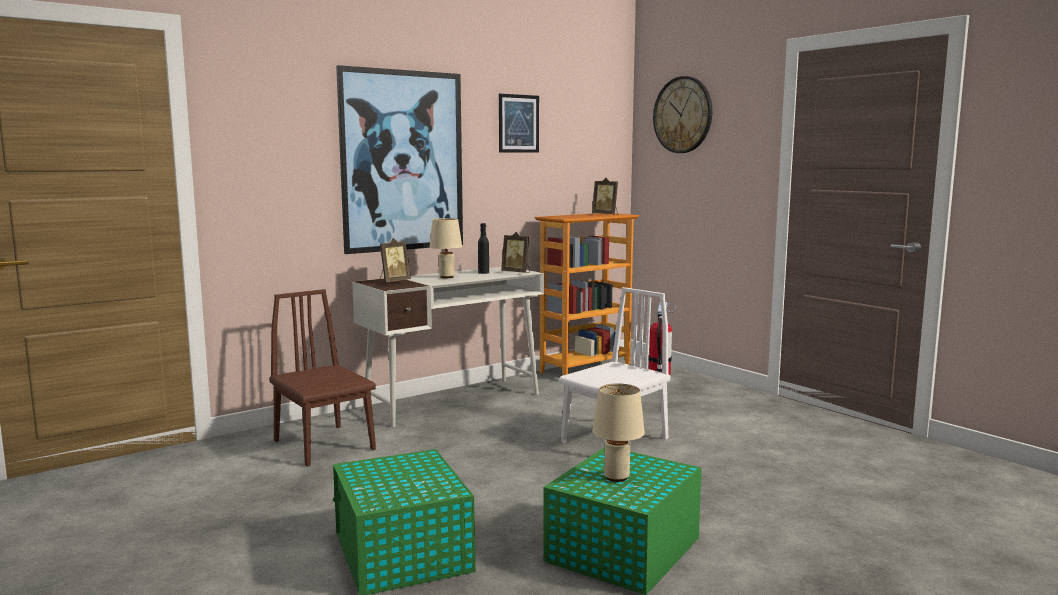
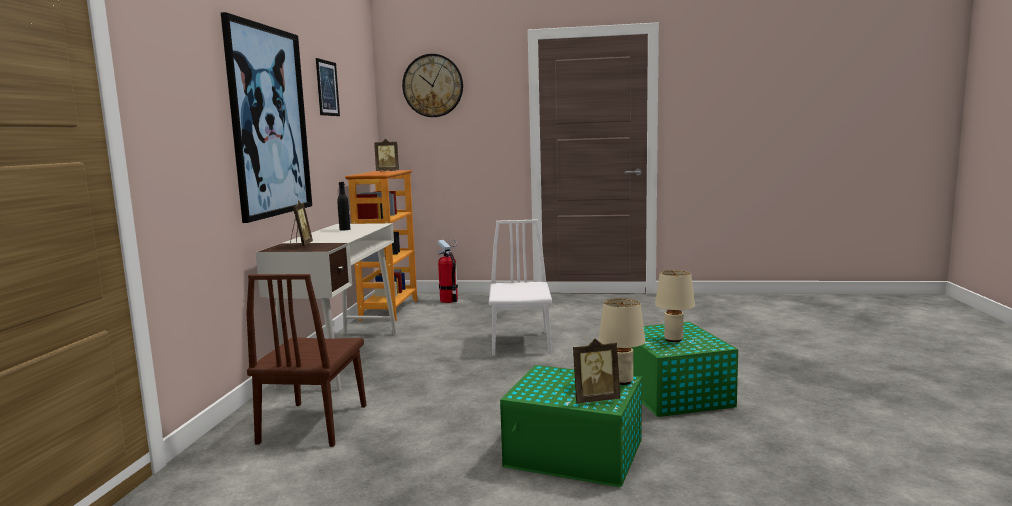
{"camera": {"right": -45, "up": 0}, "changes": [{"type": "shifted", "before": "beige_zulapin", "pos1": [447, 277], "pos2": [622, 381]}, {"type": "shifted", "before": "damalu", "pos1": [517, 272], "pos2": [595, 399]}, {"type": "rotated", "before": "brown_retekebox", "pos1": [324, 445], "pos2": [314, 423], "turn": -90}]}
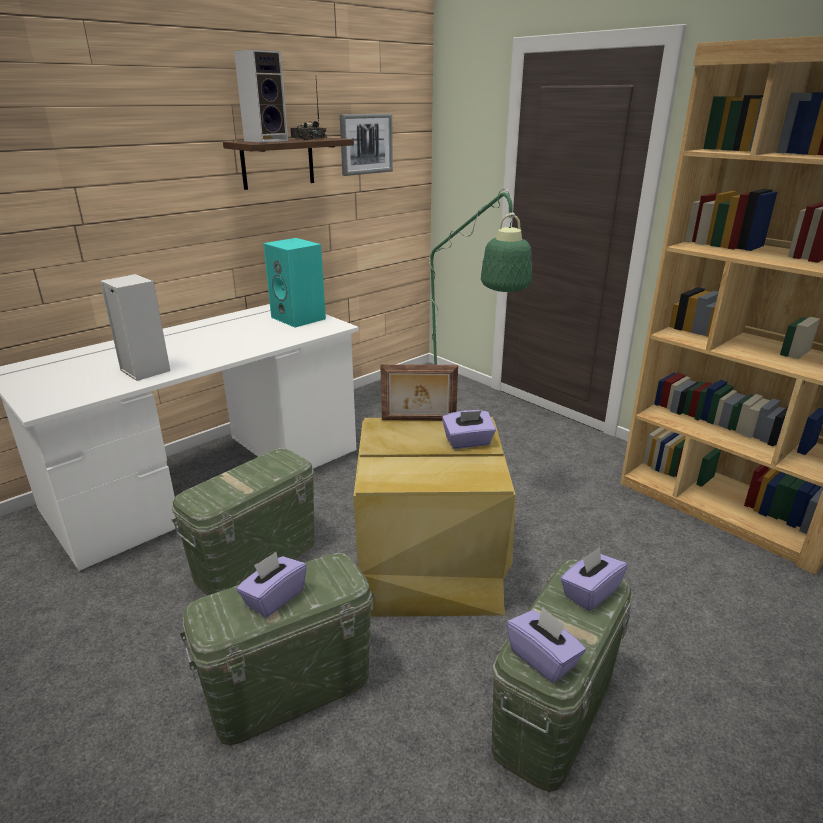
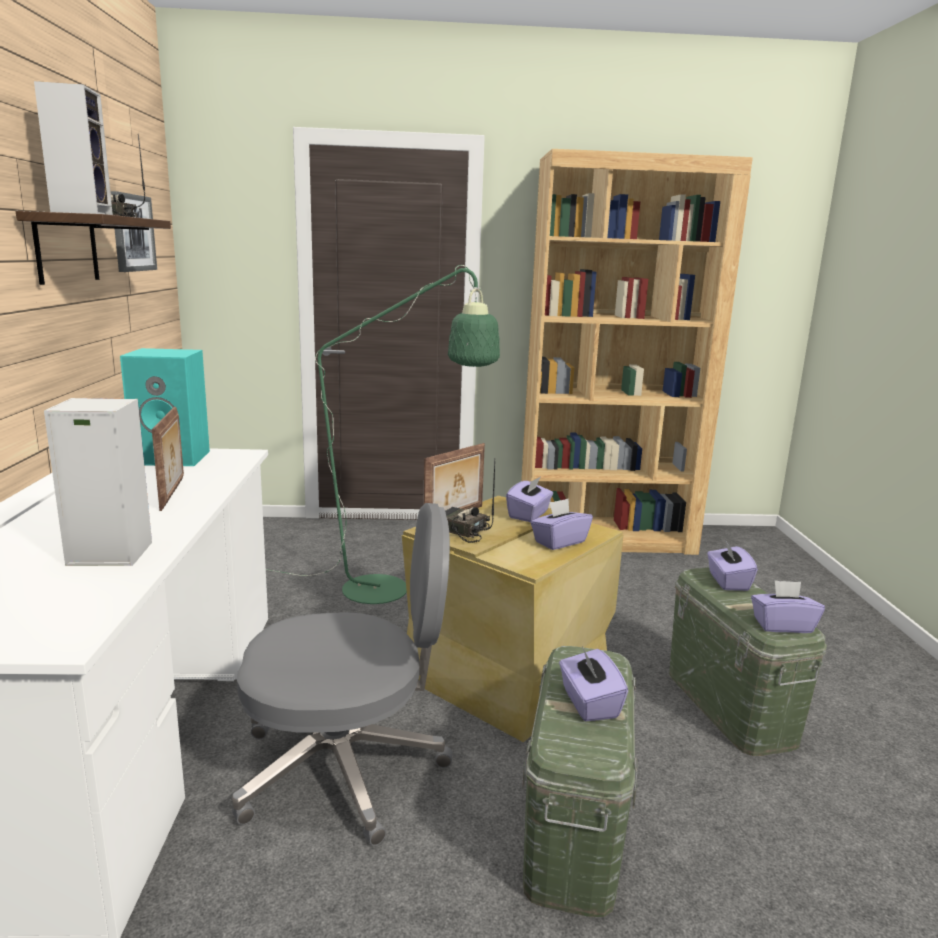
{"camera": {"right": -50, "up": -10}, "changes": [{"type": "new", "after": "damalu", "pos2": [173, 494]}, {"type": "new", "after": "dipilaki", "pos2": [461, 531]}, {"type": "new", "after": "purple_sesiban", "pos2": [559, 542]}, {"type": "swapped", "before": "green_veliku", "after": "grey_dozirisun", "pos1": [256, 560], "pos2": [345, 768]}]}
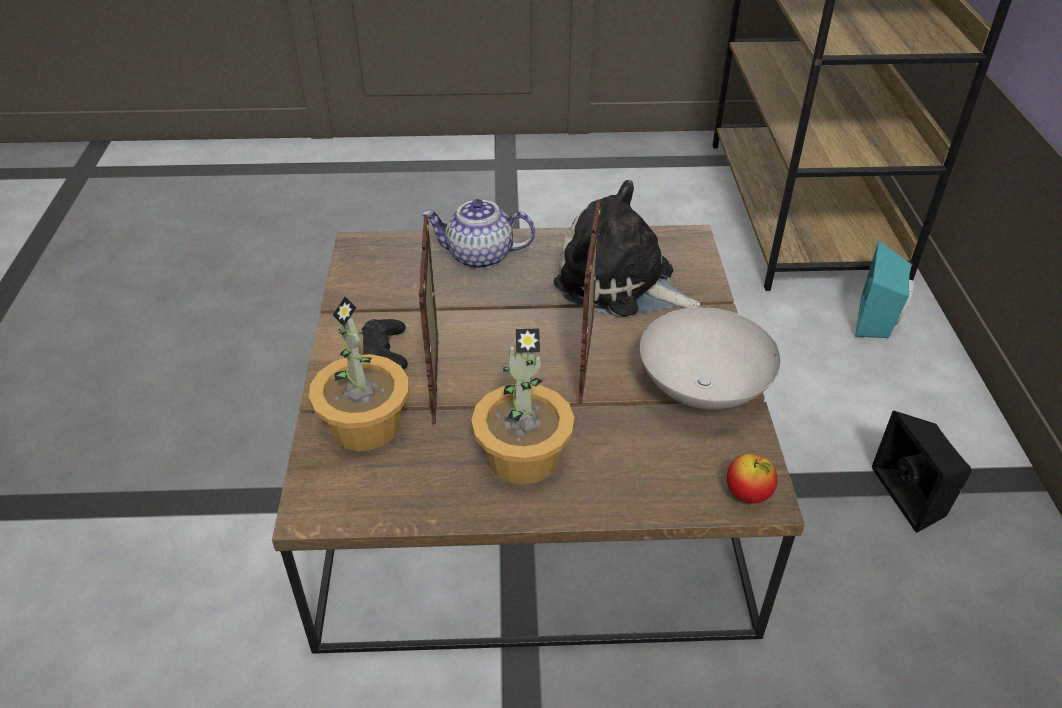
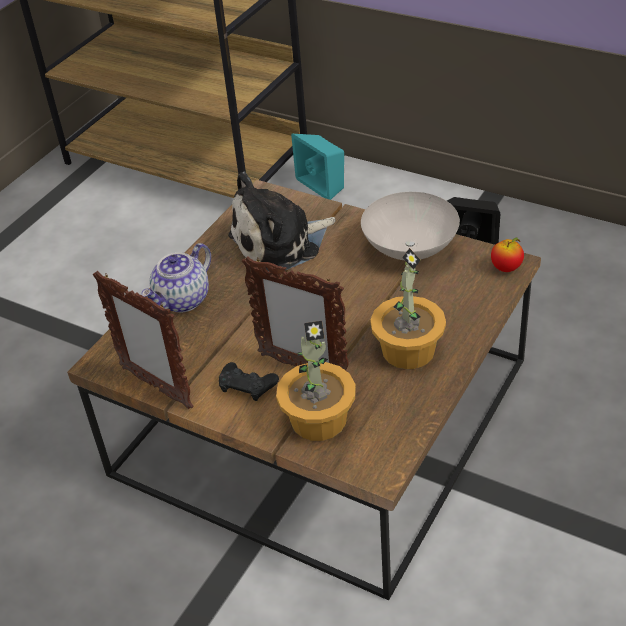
{"camera": {"right": -55, "up": 0}, "changes": [{"type": "shifted", "before": "damalu", "pos1": [587, 363], "pos2": [156, 387]}]}
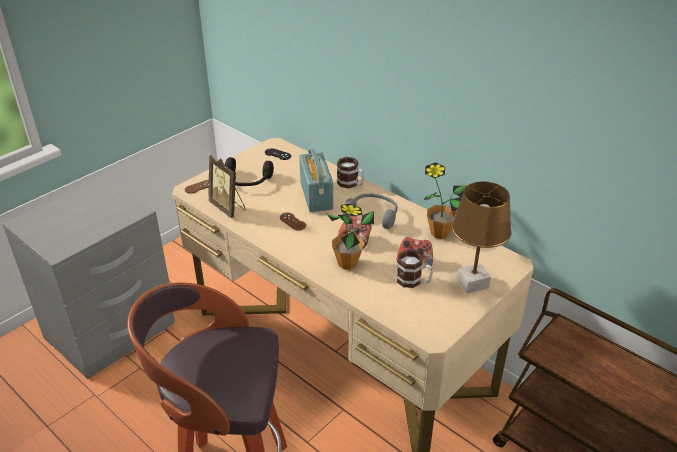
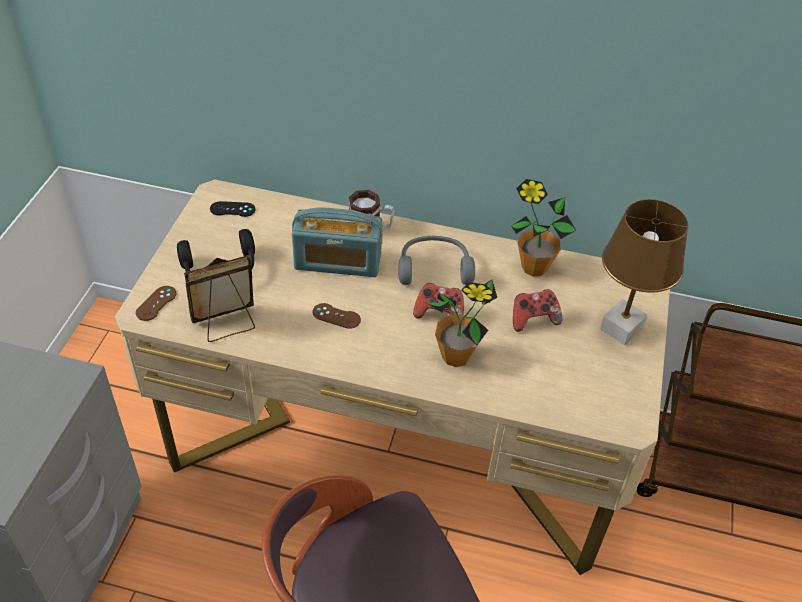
{"camera": {"right": -30, "up": 10}, "changes": [{"type": "gone", "before": "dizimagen", "pos1": [414, 281]}, {"type": "rotated", "before": "damalu", "pos1": [228, 207], "pos2": [227, 324], "turn": 135}, {"type": "rotated", "before": "dipilaki", "pos1": [316, 195], "pos2": [338, 262], "turn": 135}]}
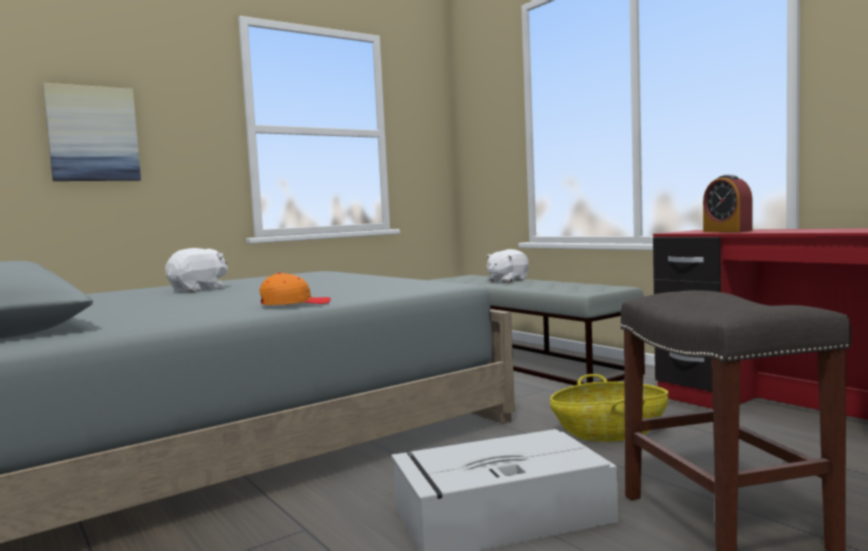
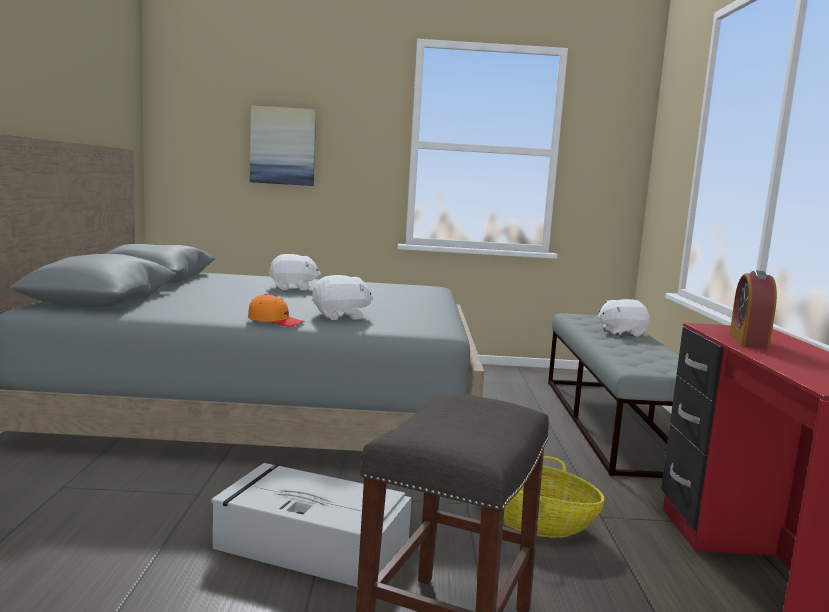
{"camera": {"right": 35, "up": 5}, "changes": [{"type": "new", "after": "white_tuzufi", "pos2": [340, 317]}]}
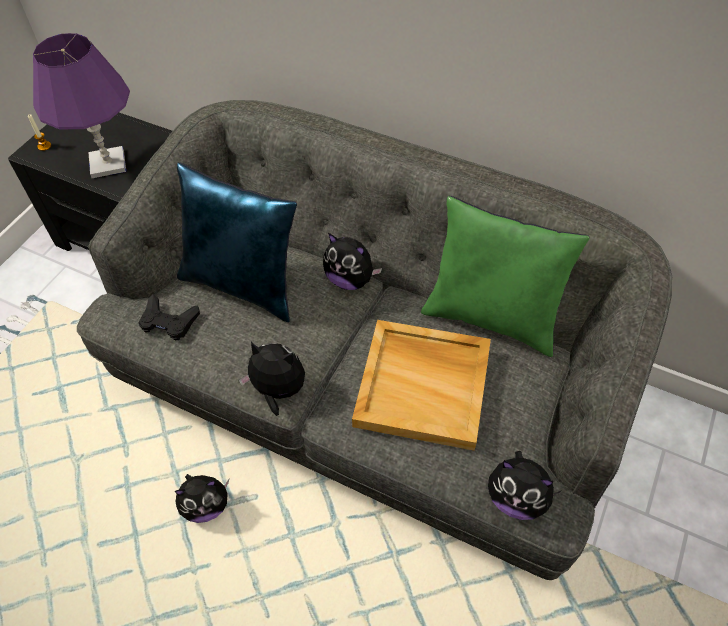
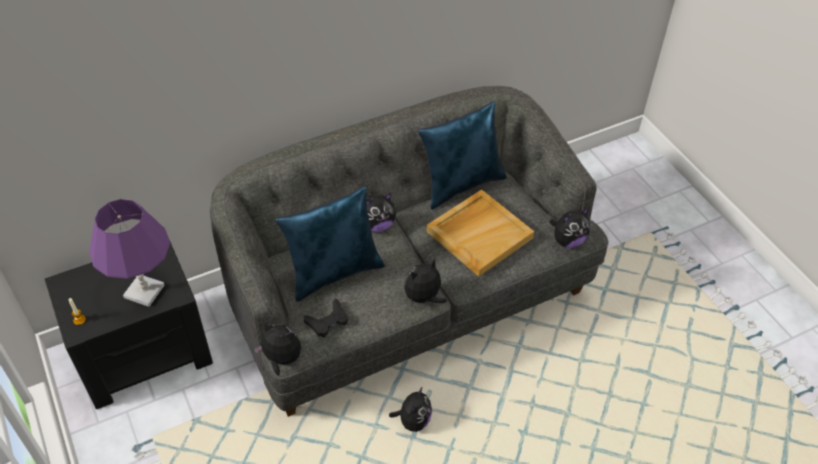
{"camera": {"right": -55, "up": -5}, "changes": [{"type": "new", "after": "tuzufi", "pos2": [281, 359]}, {"type": "repainted", "before": "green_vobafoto", "after": "blue_vobafoto", "pos1": [492, 317], "pos2": [461, 184]}]}
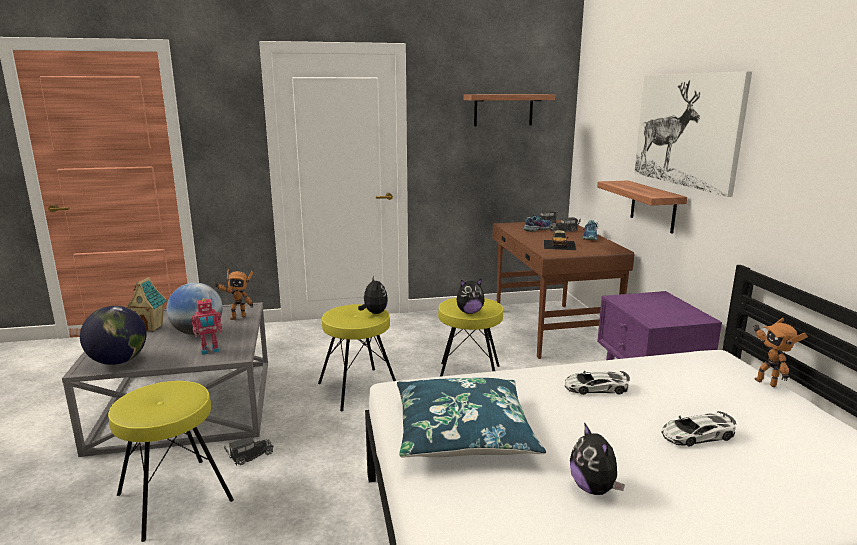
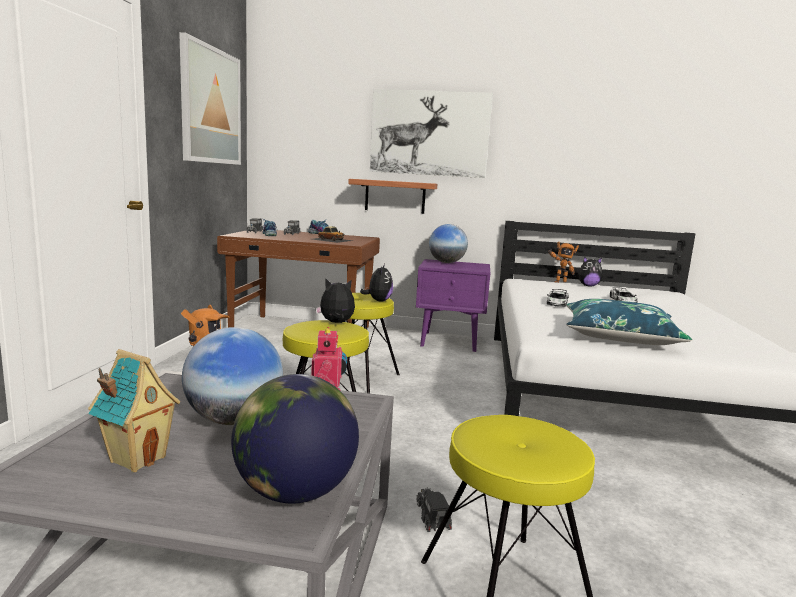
{"camera": {"right": -70, "up": -5}, "changes": [{"type": "new", "after": "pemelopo", "pos2": [446, 262]}, {"type": "shifted", "before": "tuzufi", "pos1": [594, 488], "pos2": [588, 286]}, {"type": "swapped", "before": "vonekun", "after": "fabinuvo", "pos1": [503, 110], "pos2": [211, 106]}]}
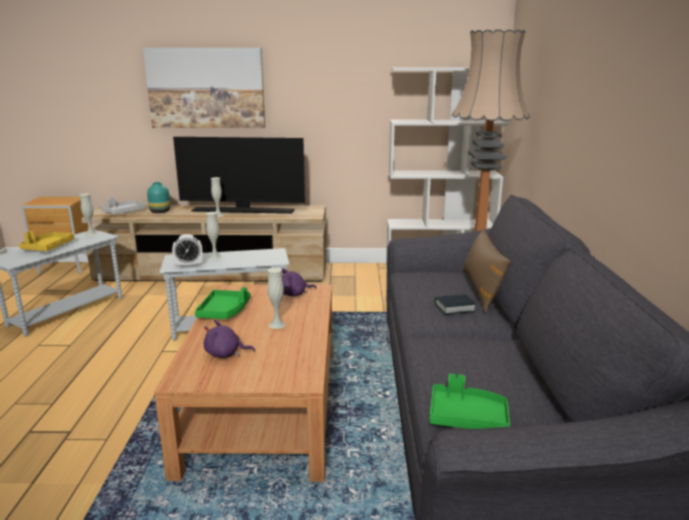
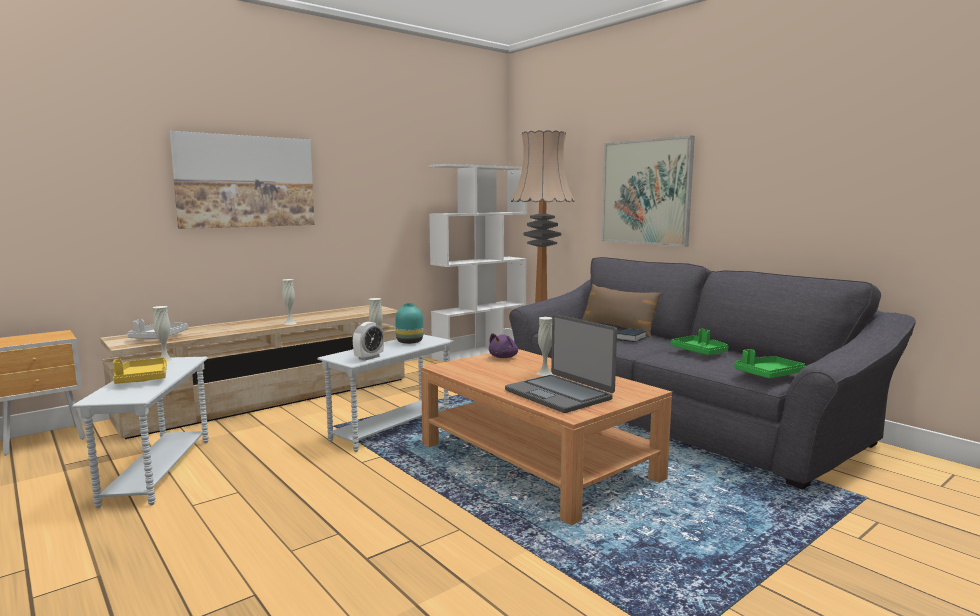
{"camera": {"right": -40, "up": -10}, "changes": [{"type": "gone", "before": "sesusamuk", "pos1": [244, 211]}, {"type": "new", "after": "fabinuvo", "pos2": [646, 192]}, {"type": "shifted", "before": "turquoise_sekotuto", "pos1": [160, 212], "pos2": [410, 342]}, {"type": "shifted", "before": "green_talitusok", "pos1": [224, 311], "pos2": [700, 352]}, {"type": "swapped", "before": "purple_tuzufi", "after": "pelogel", "pos1": [225, 354], "pos2": [559, 394]}]}
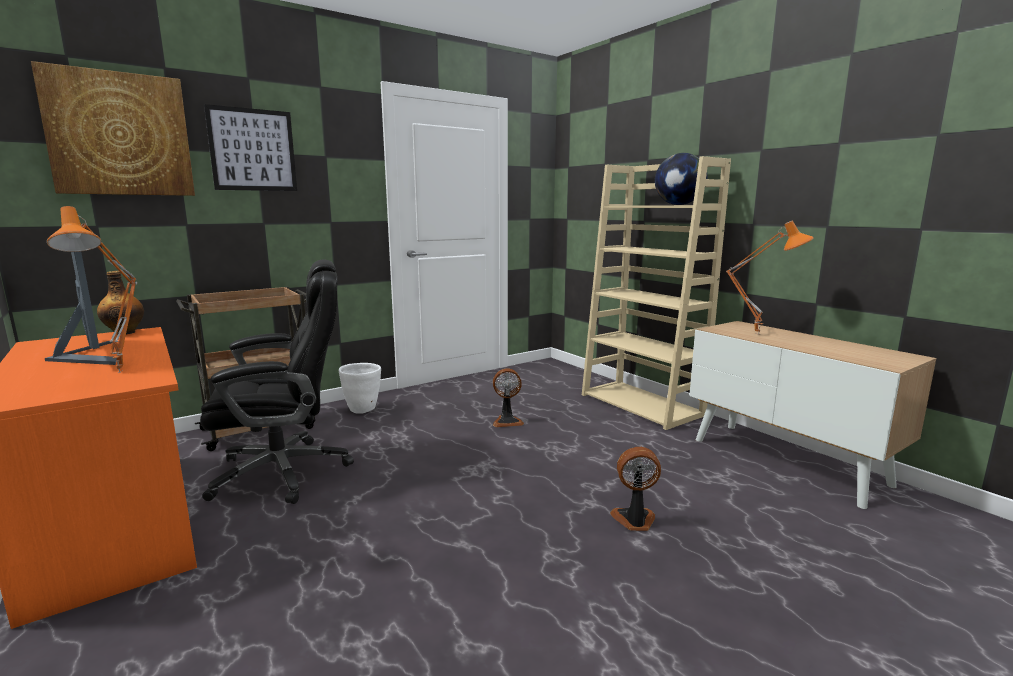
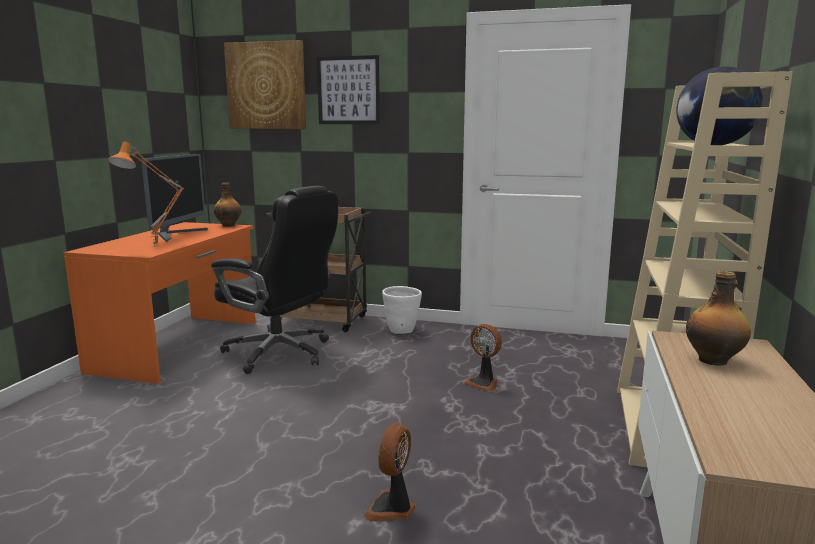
{"camera": {"right": 50, "up": 0}, "changes": [{"type": "swapped", "before": "orange_zulapin", "after": "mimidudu", "pos1": [758, 334], "pos2": [714, 360]}, {"type": "rotated", "before": "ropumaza", "pos1": [634, 520], "pos2": [392, 508], "turn": -120}]}
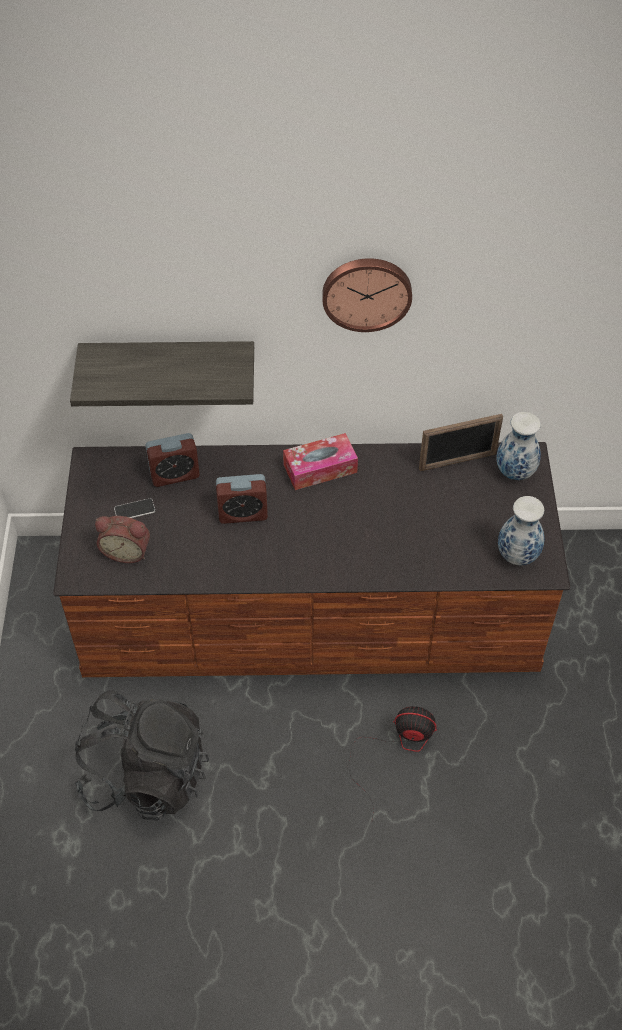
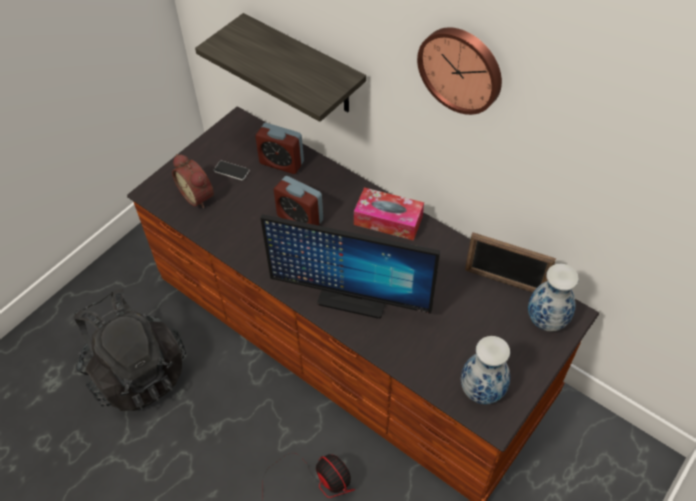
{"camera": {"right": 40, "up": 0}, "changes": [{"type": "new", "after": "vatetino", "pos2": [352, 297]}]}
